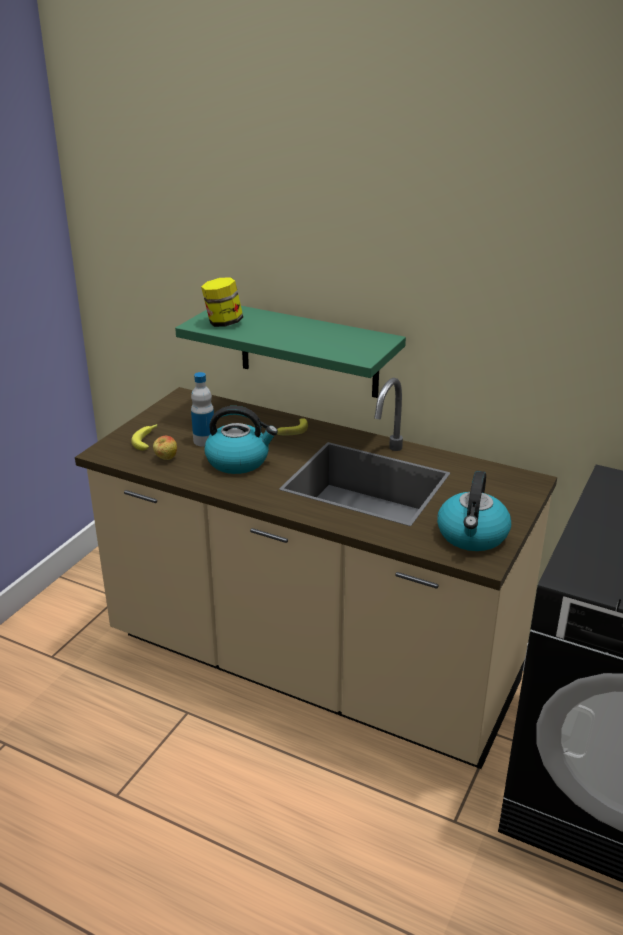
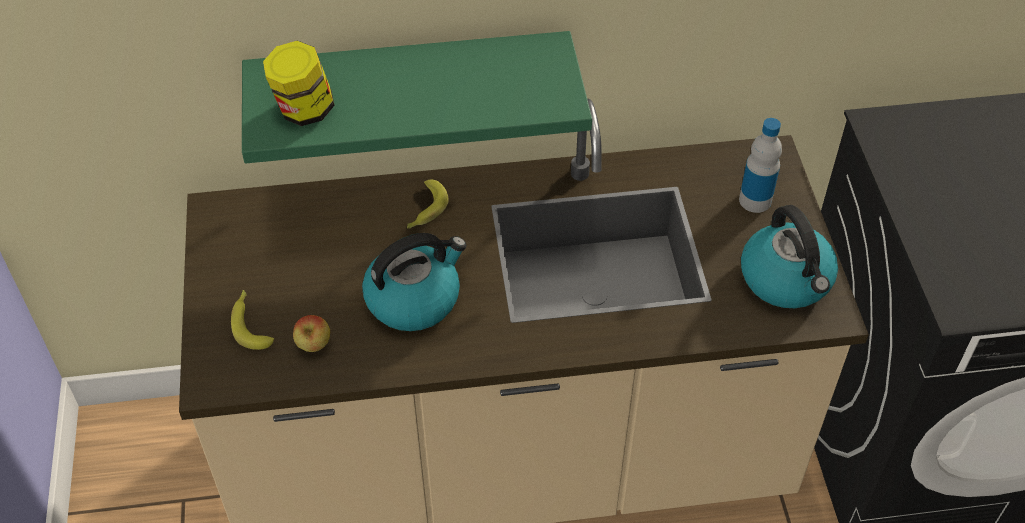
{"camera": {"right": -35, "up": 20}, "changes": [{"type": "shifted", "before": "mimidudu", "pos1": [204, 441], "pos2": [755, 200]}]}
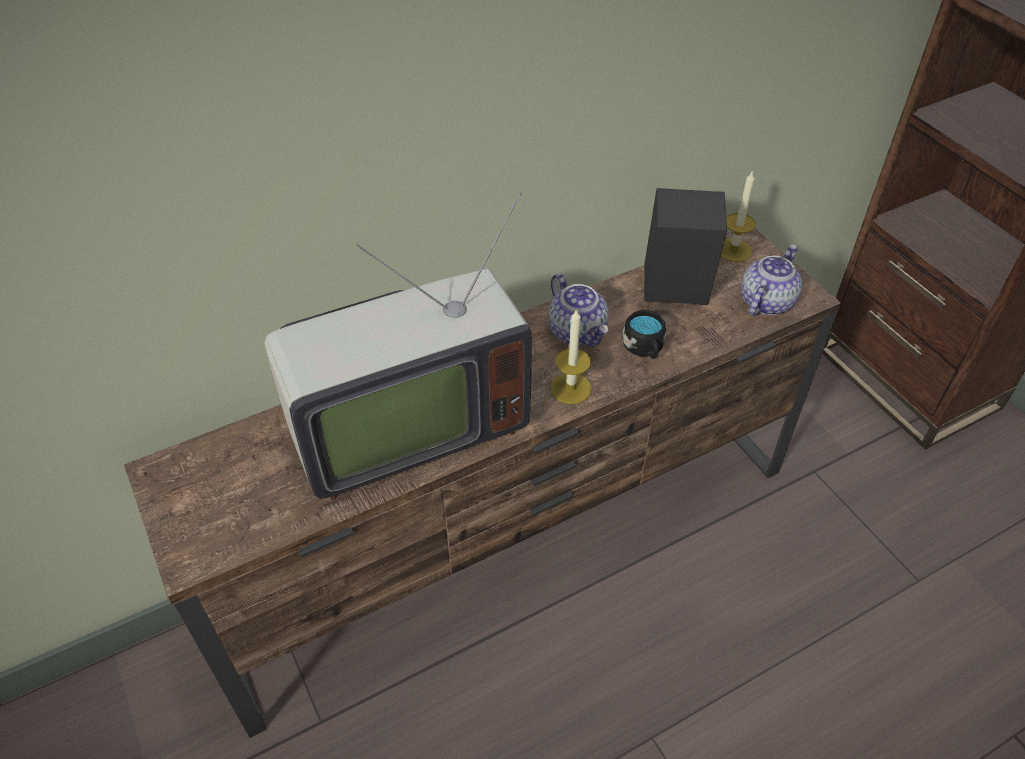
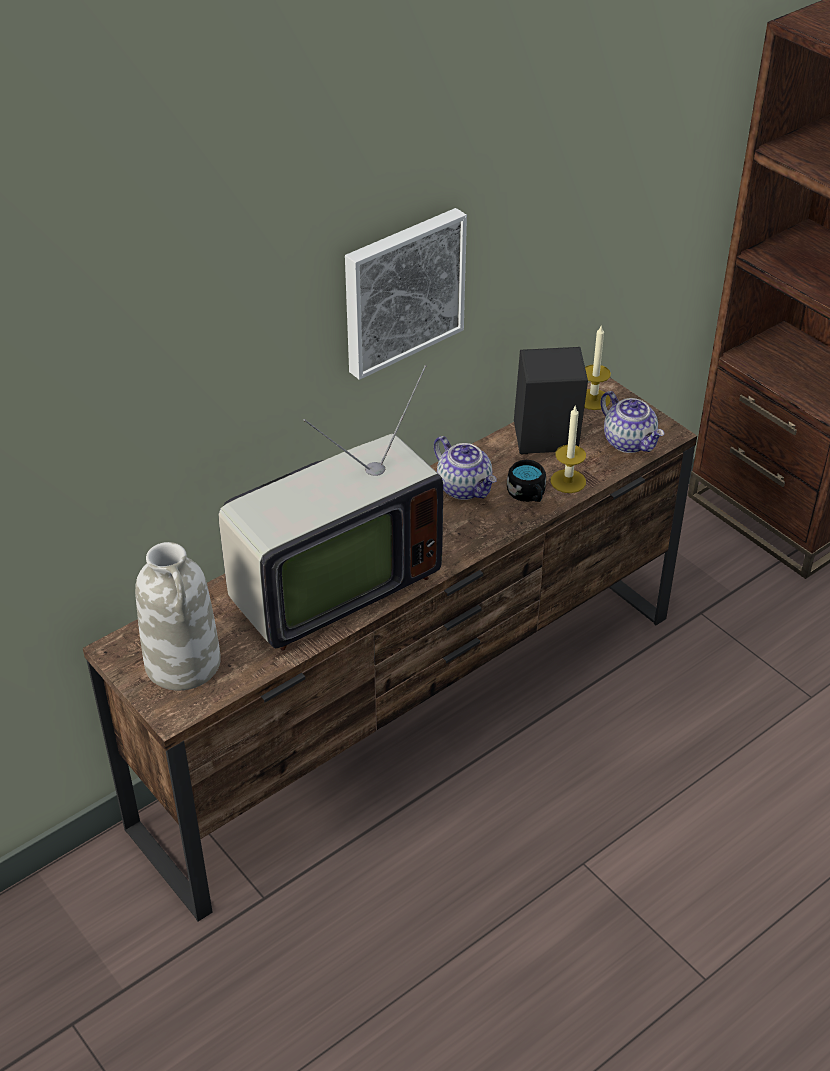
{"camera": {"right": -10, "up": -5}, "changes": [{"type": "new", "after": "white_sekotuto", "pos2": [184, 663]}, {"type": "new", "after": "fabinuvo", "pos2": [401, 290]}, {"type": "shifted", "before": "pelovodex", "pos1": [570, 388], "pos2": [568, 481]}, {"type": "rotated", "before": "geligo", "pos1": [766, 301], "pos2": [630, 442], "turn": 120}]}
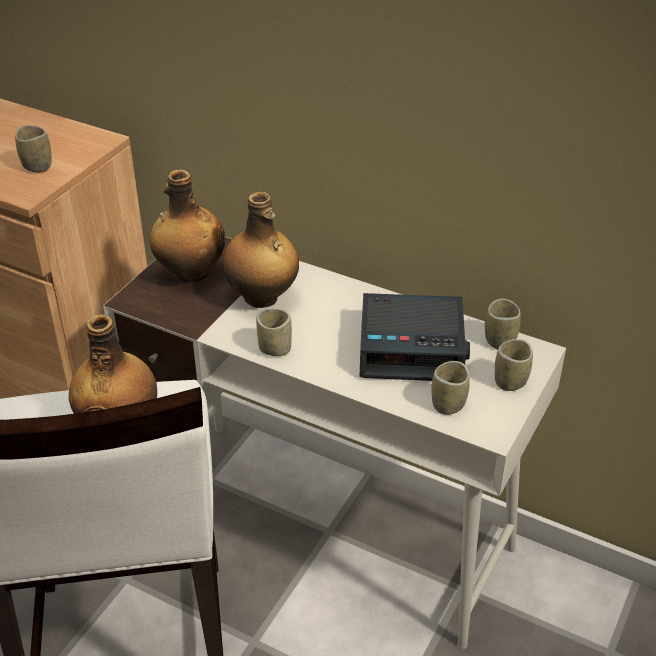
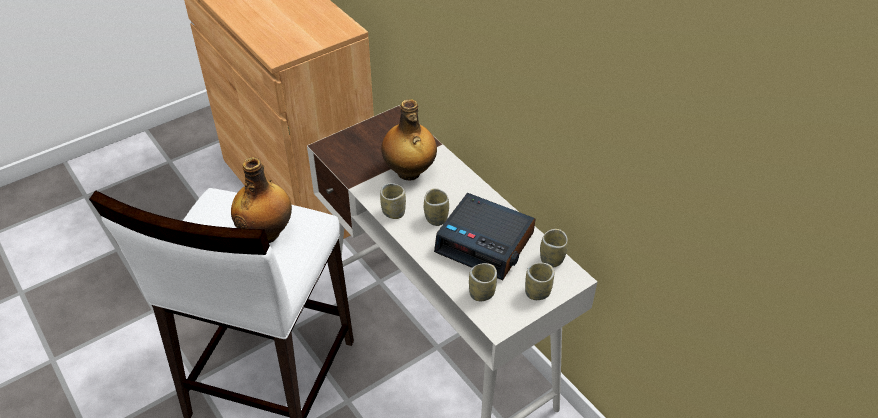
{"camera": {"right": 25, "up": 5}, "changes": [{"type": "gone", "before": "mimidudu", "pos1": [190, 273]}, {"type": "shifted", "before": "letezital", "pos1": [37, 166], "pos2": [436, 218]}]}
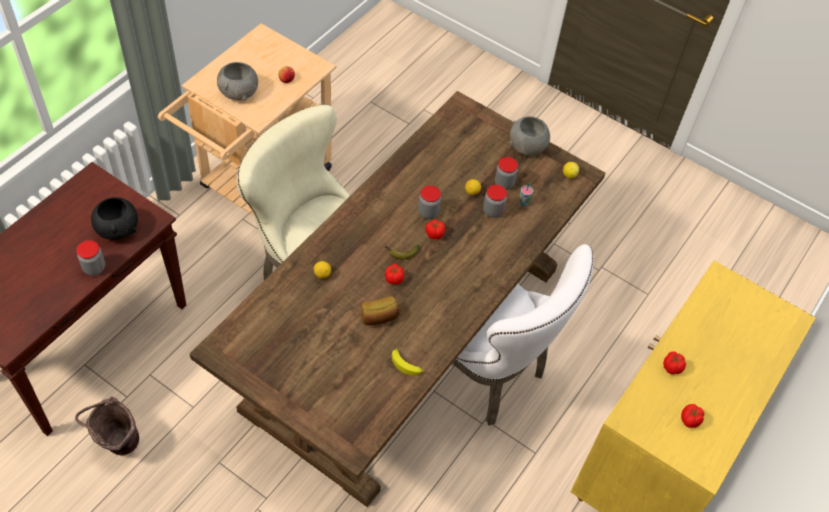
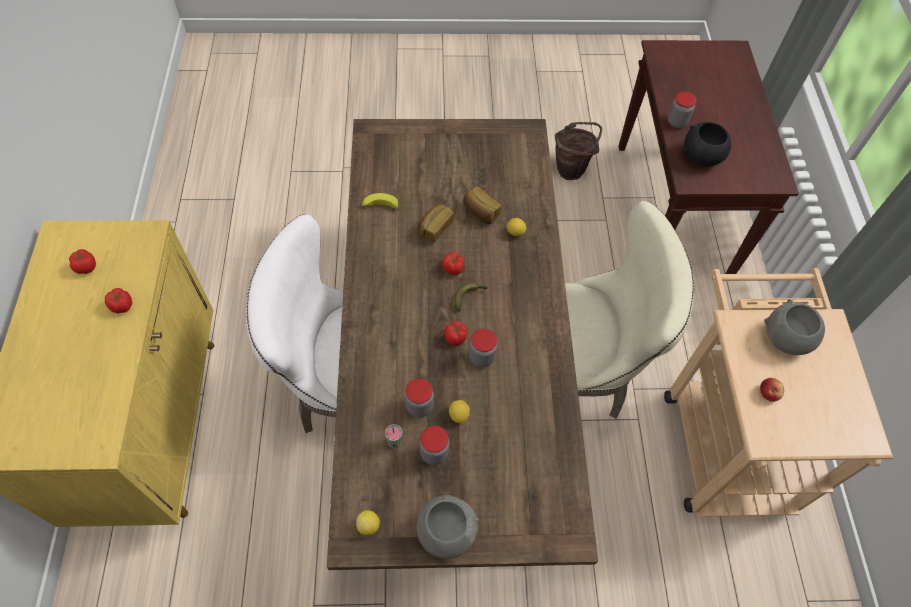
{"camera": {"right": 145, "up": 5}, "changes": [{"type": "new", "after": "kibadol", "pos2": [480, 212]}]}
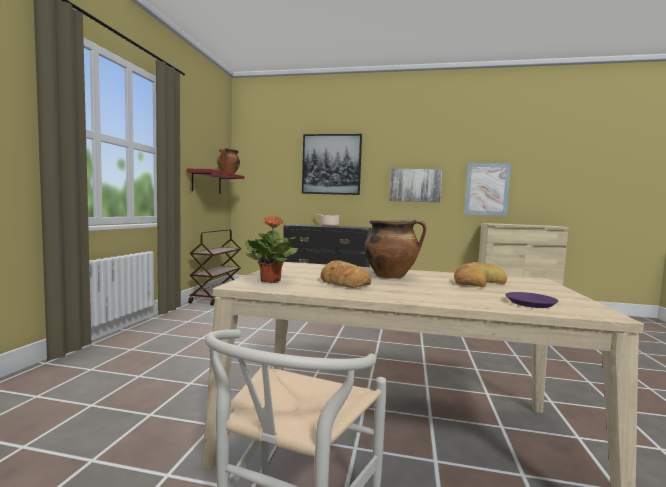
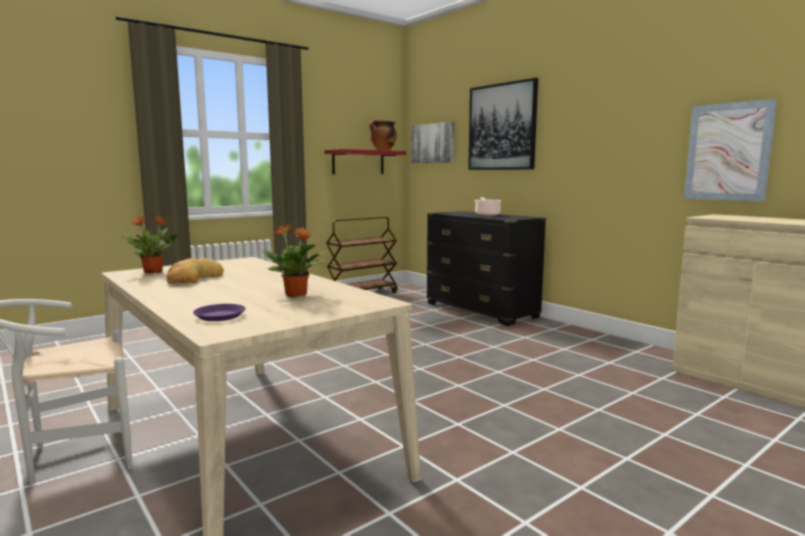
{"camera": {"right": 40, "up": 5}, "changes": [{"type": "gone", "before": "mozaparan", "pos1": [391, 276]}, {"type": "shifted", "before": "fabinuvo", "pos1": [415, 185], "pos2": [433, 143]}, {"type": "swapped", "before": "kibadol", "after": "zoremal", "pos1": [477, 282], "pos2": [296, 295]}]}
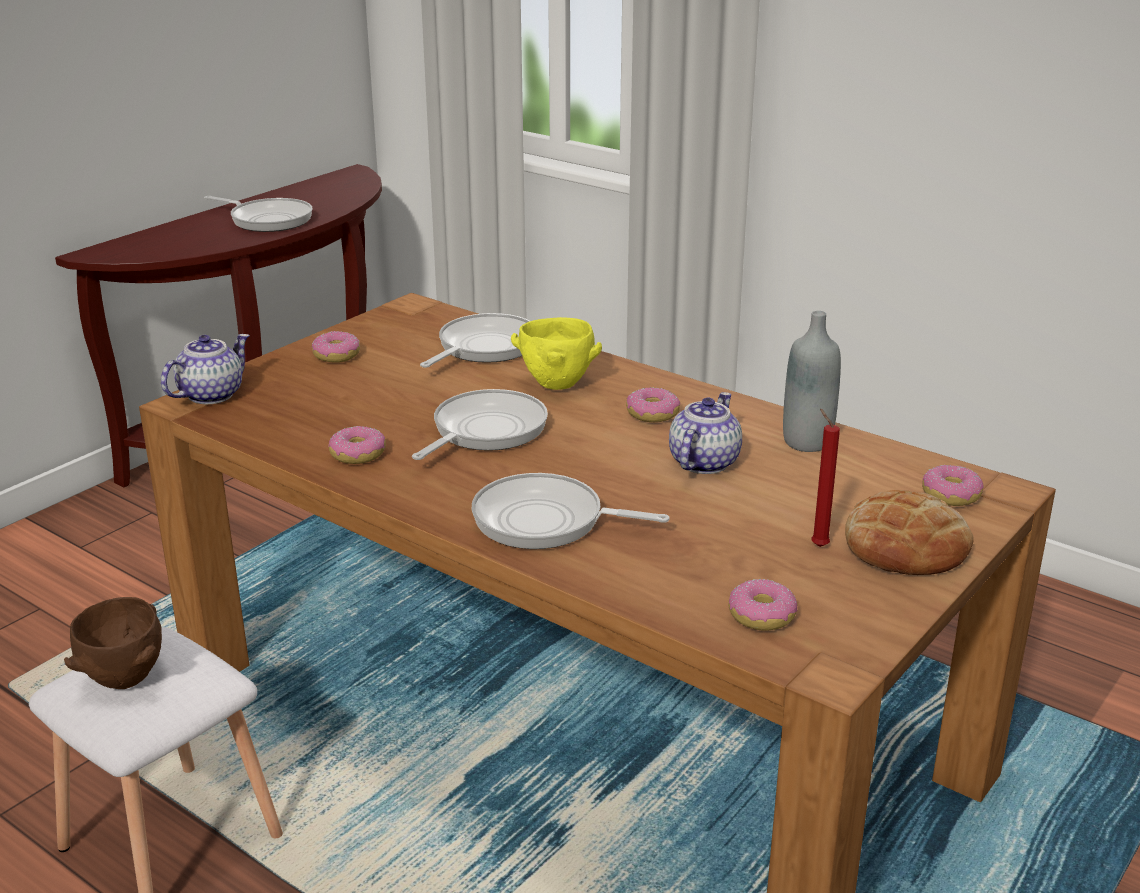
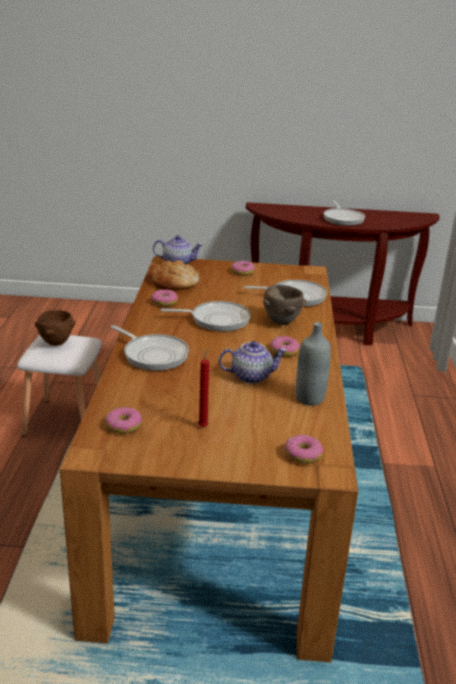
{"camera": {"right": 55, "up": 0}, "changes": [{"type": "shifted", "before": "kibadol", "pos1": [906, 545], "pos2": [174, 282]}, {"type": "repainted", "before": "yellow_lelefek", "after": "brown_lelefek", "pos1": [559, 385], "pos2": [282, 322]}, {"type": "rotated", "before": "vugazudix", "pos1": [546, 521], "pos2": [153, 355], "turn": 150}]}
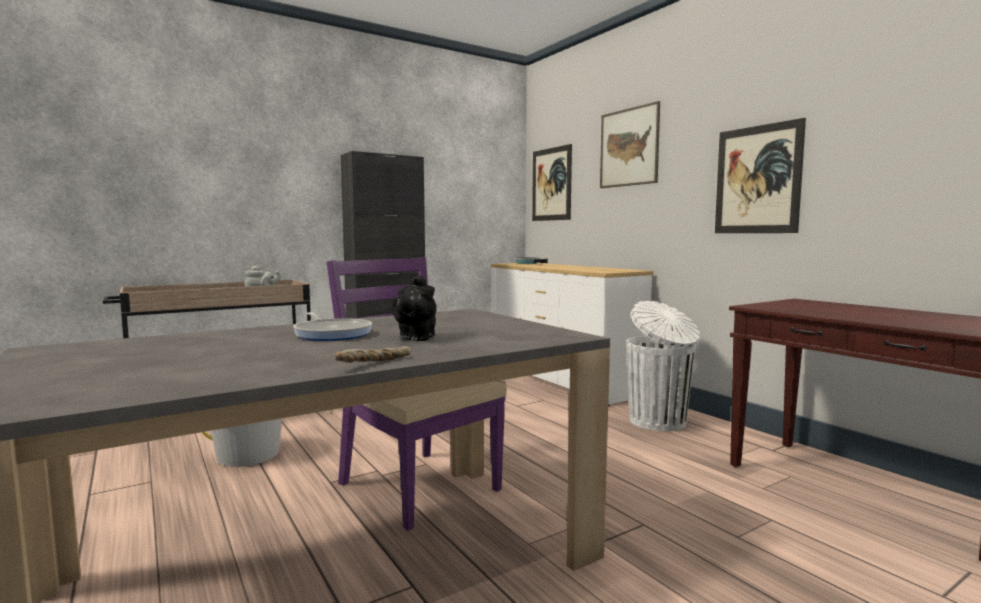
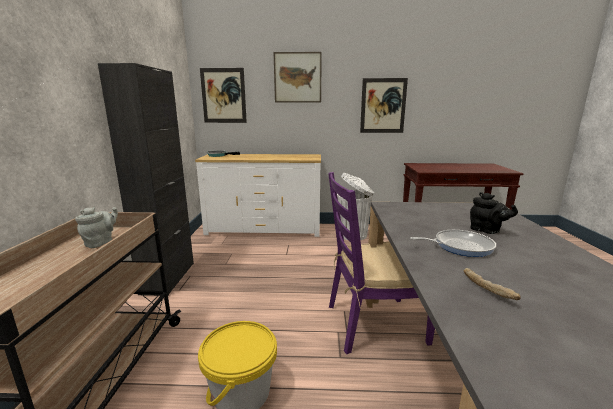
{"camera": {"right": -55, "up": 10}, "changes": [{"type": "shifted", "before": "kibadol", "pos1": [375, 363], "pos2": [488, 289]}]}
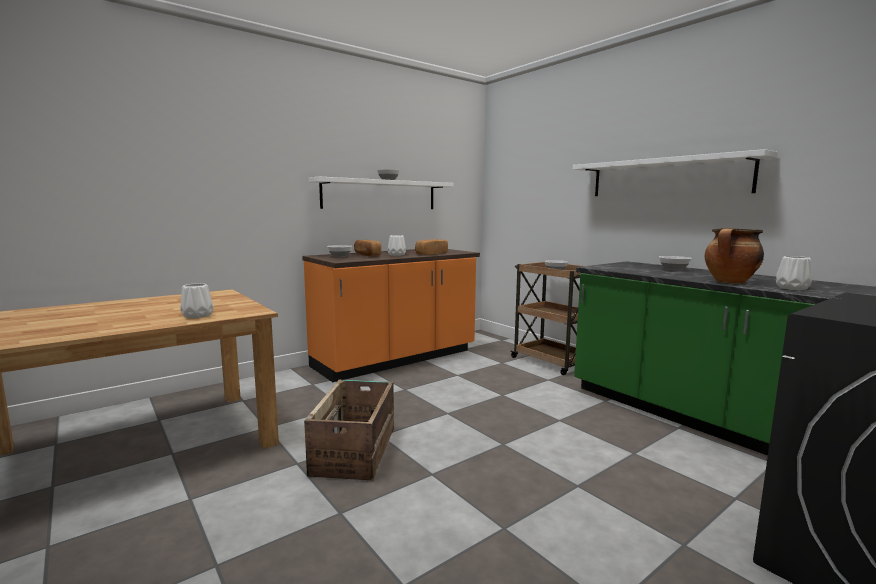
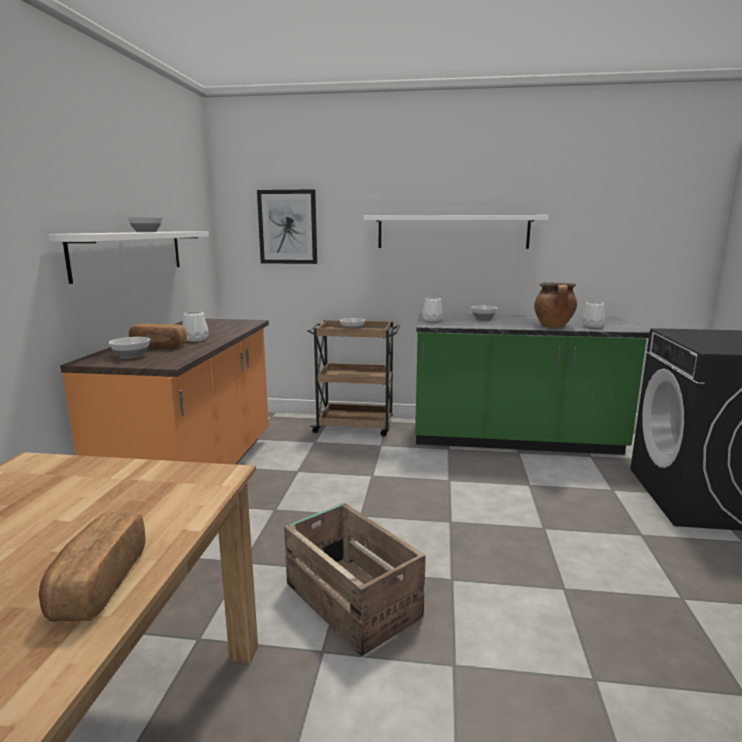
{"camera": {"right": -45, "up": 5}, "changes": [{"type": "new", "after": "fabinuvo", "pos2": [288, 227]}, {"type": "shifted", "before": "white_sekotuto", "pos1": [196, 315], "pos2": [432, 320]}, {"type": "shifted", "before": "kibadol", "pos1": [431, 254], "pos2": [97, 584]}]}
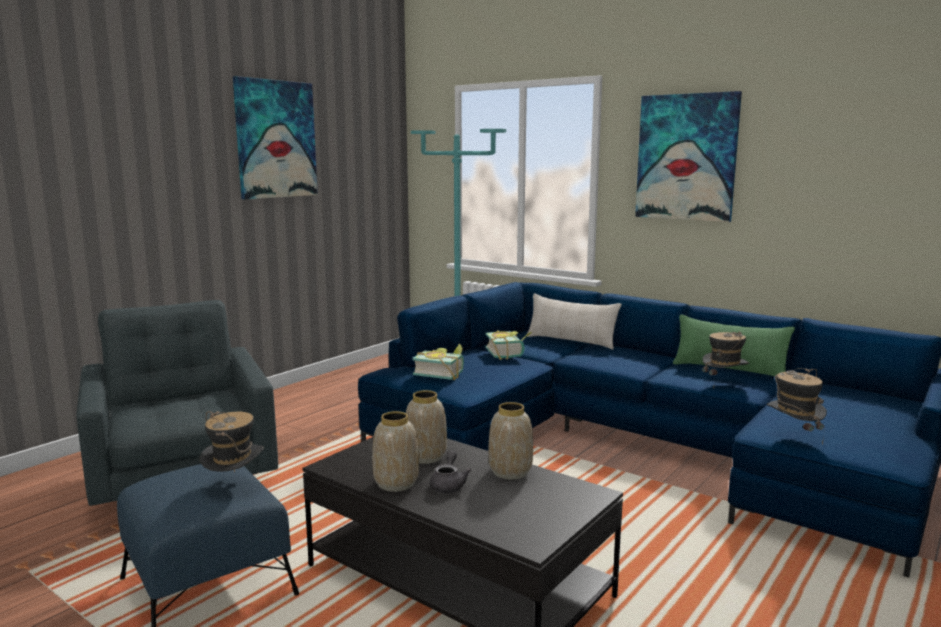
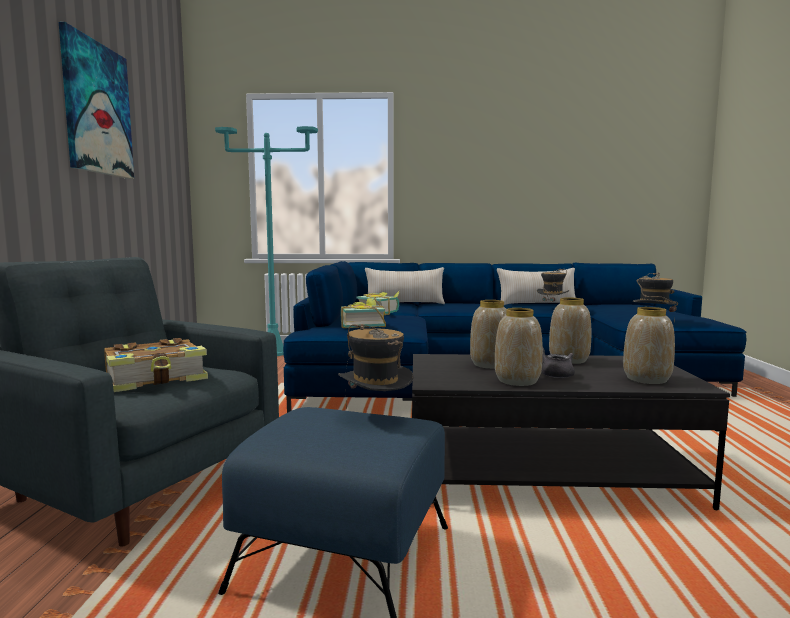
{"camera": {"right": -35, "up": -5}, "changes": [{"type": "gone", "before": "fabinuvo", "pos1": [686, 157]}, {"type": "new", "after": "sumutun", "pos2": [157, 379]}, {"type": "new", "after": "sekotuto", "pos2": [646, 379]}, {"type": "repainted", "before": "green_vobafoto", "after": "beige_vobafoto", "pos1": [729, 370], "pos2": [536, 304]}]}
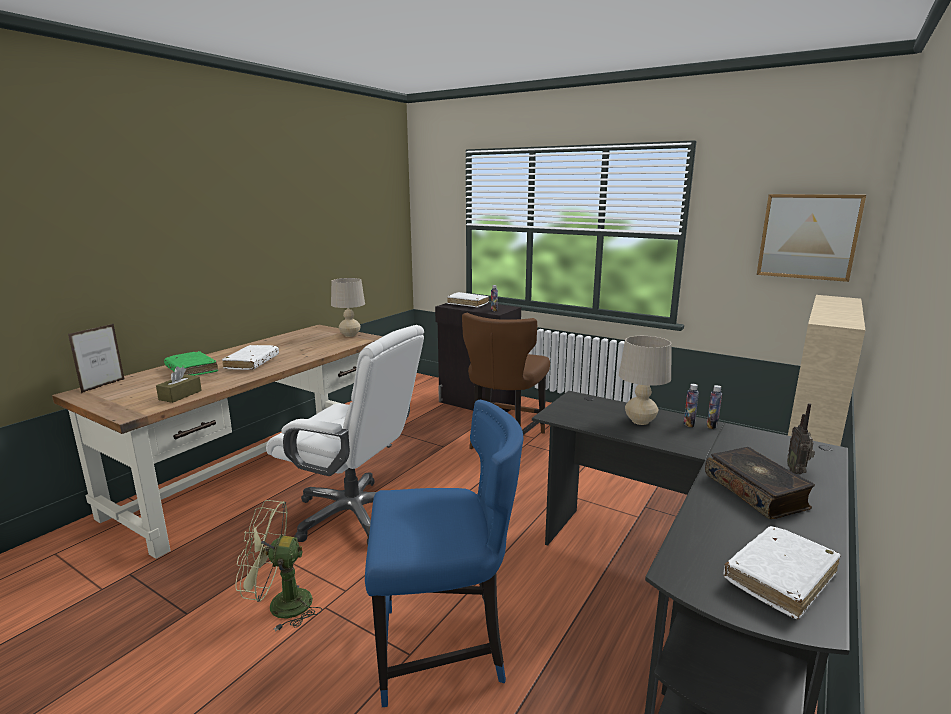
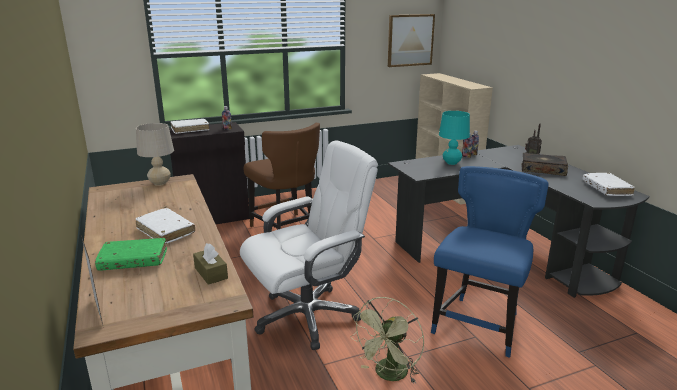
{"camera": {"right": -55, "up": 5}, "changes": [{"type": "repainted", "before": "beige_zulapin", "after": "turquoise_zulapin", "pos1": [640, 421], "pos2": [451, 163]}]}
